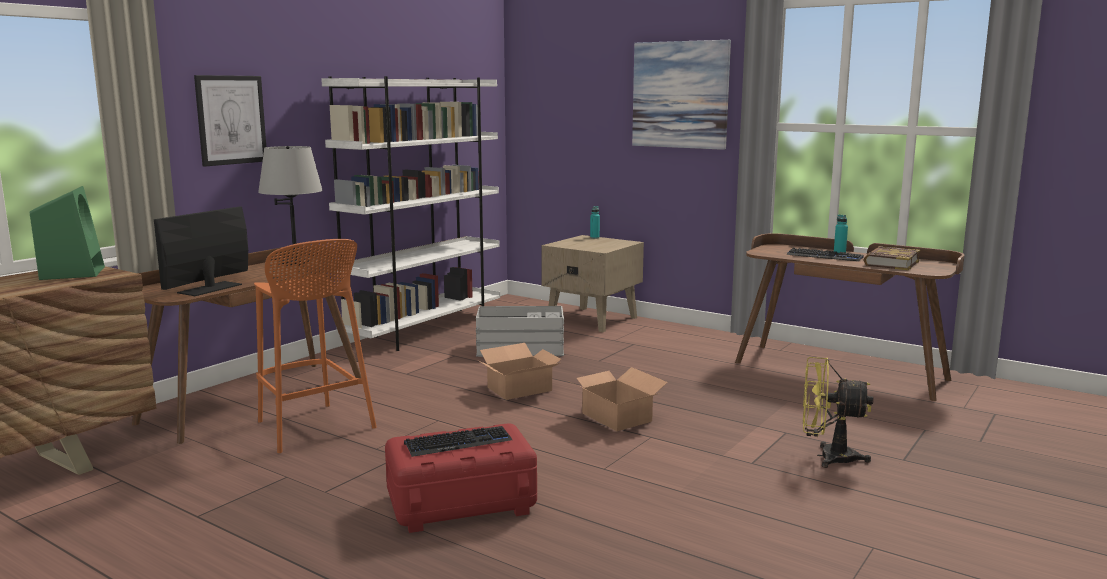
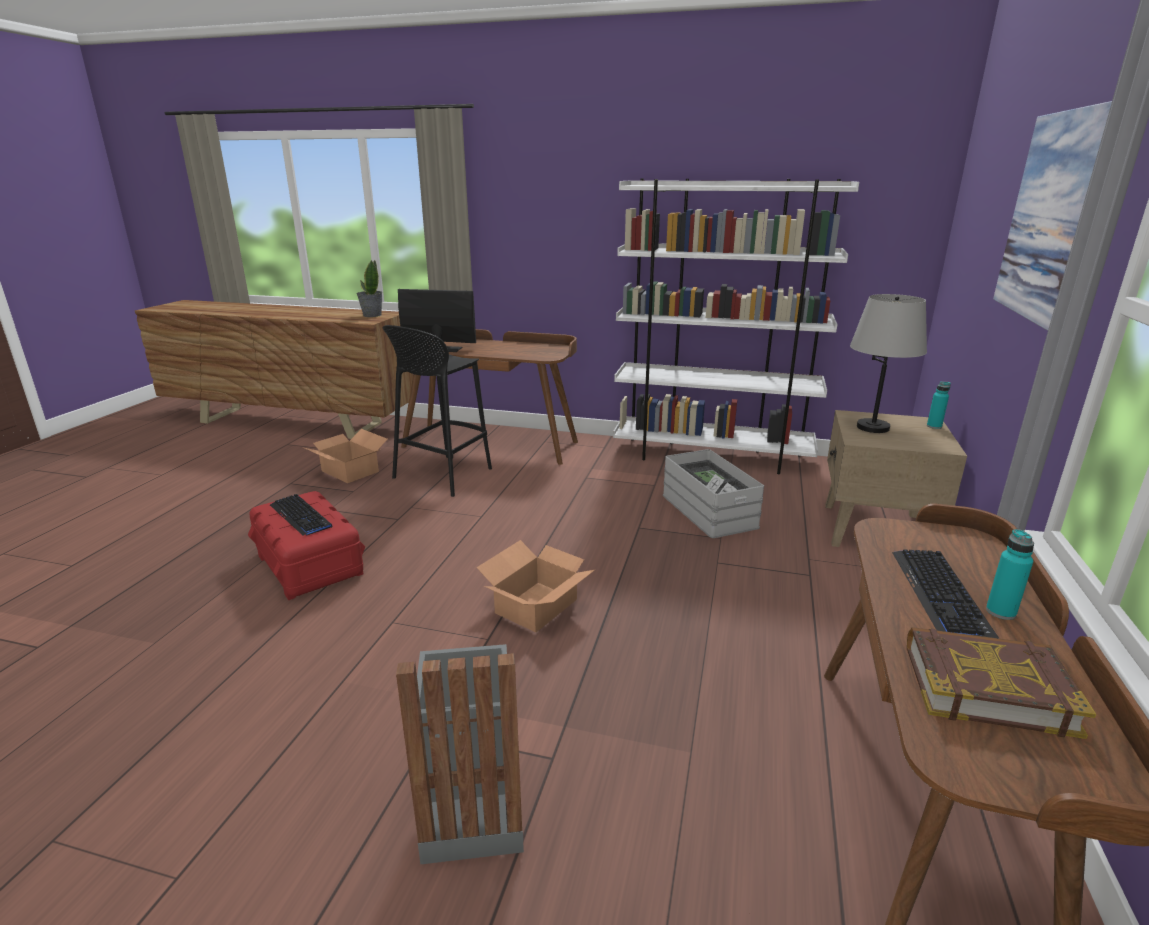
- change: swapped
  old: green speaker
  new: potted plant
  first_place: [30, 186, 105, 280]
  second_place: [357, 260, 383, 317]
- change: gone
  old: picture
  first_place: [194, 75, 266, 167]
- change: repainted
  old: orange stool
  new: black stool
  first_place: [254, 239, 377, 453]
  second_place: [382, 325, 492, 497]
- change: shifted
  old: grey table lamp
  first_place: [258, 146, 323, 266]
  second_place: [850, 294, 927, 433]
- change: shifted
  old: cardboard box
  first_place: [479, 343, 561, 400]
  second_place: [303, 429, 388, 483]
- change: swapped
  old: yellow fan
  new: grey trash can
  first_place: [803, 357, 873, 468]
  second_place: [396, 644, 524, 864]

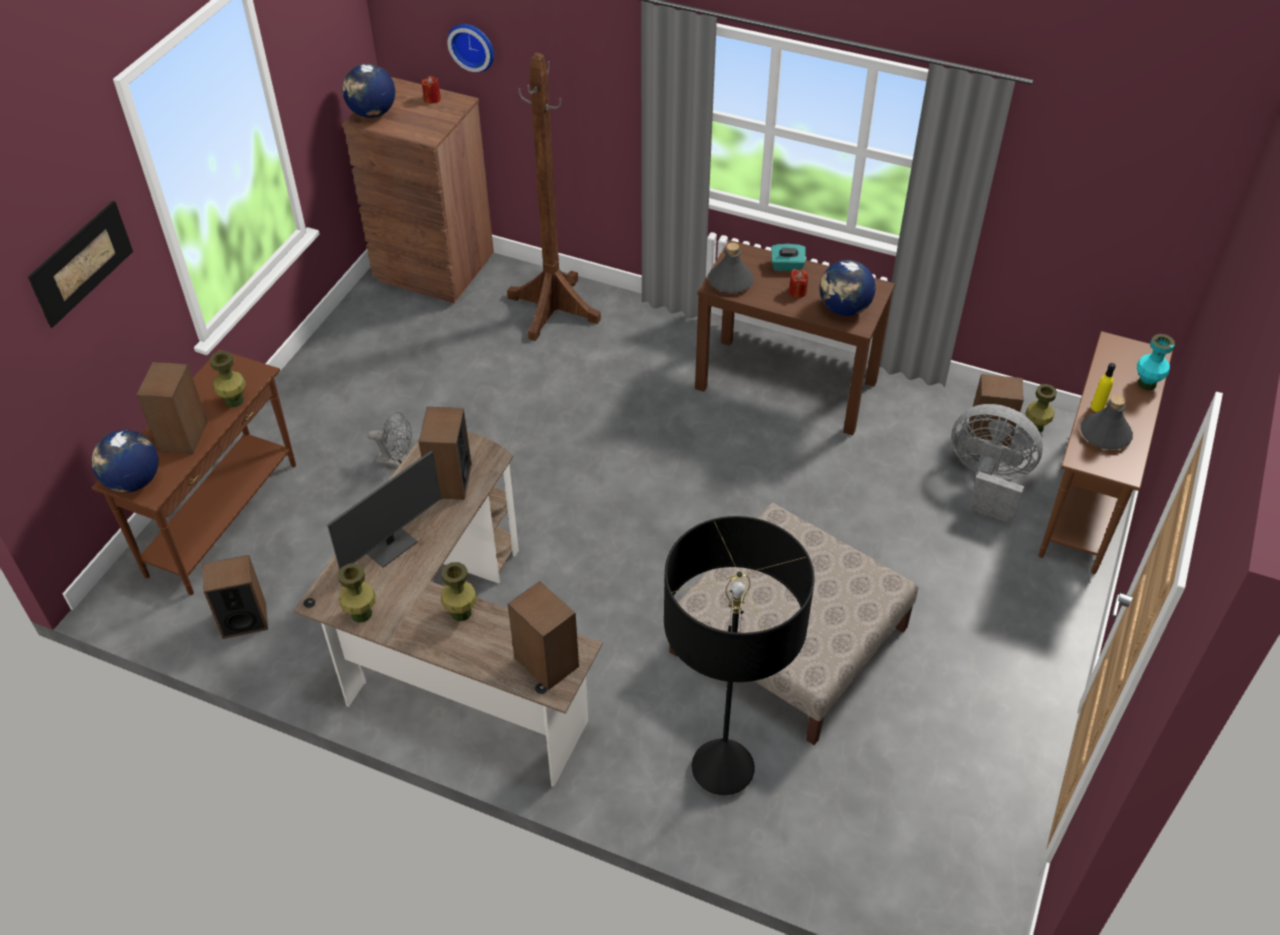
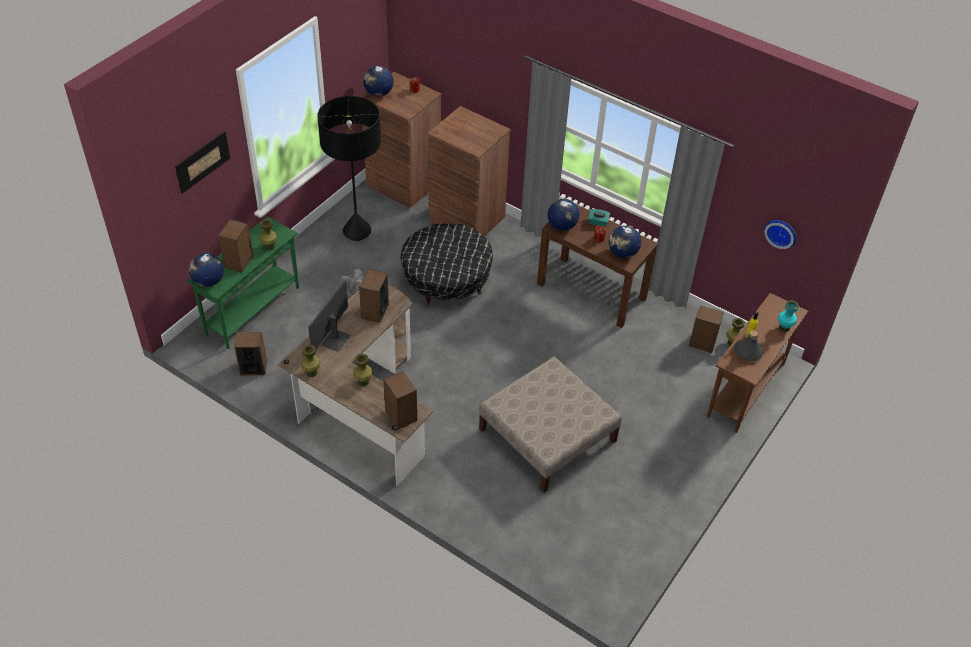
- change: repainted
  old: brown console table
  new: green console table
  first_place: [92, 349, 296, 595]
  second_place: [187, 216, 299, 349]
- change: rotated
  old: monitor
  first_place: [327, 451, 441, 570]
  second_place: [308, 280, 351, 352]
  degrees: 150
- change: shifted
  old: wall clock
  first_place: [447, 24, 494, 72]
  second_place: [764, 220, 796, 249]
- change: swapped
  old: brown clothes rack
  new: brown dresser
  first_place: [507, 52, 601, 341]
  second_place: [427, 106, 511, 237]
- change: shifted
  old: black floor lamp
  first_place: [664, 516, 815, 795]
  second_place: [317, 96, 381, 241]
- change: swapped
  old: grey bottle
  new: globe
  first_place: [708, 243, 754, 294]
  second_place: [548, 199, 579, 231]
- change: gone
  old: grey fan
  first_place: [951, 404, 1043, 524]
- change: new
  new: black ottoman
  second_place: [401, 223, 493, 306]

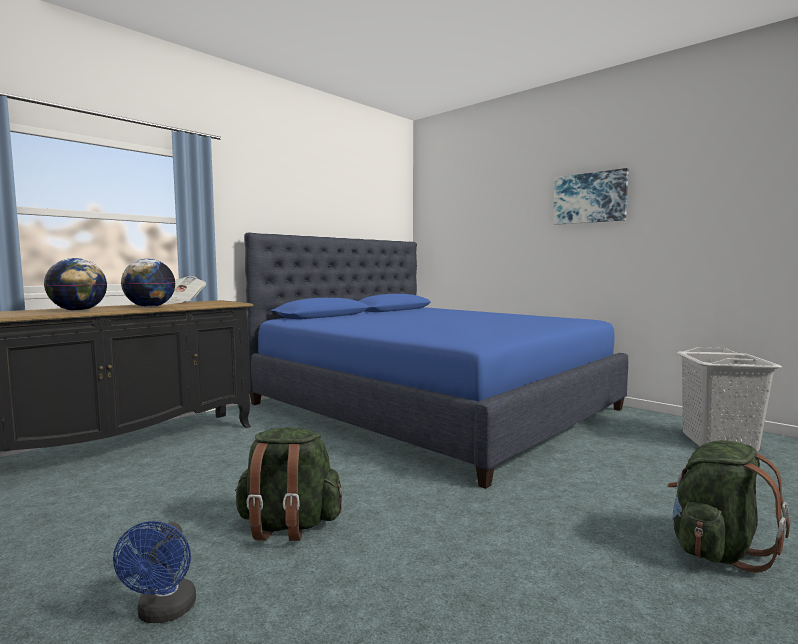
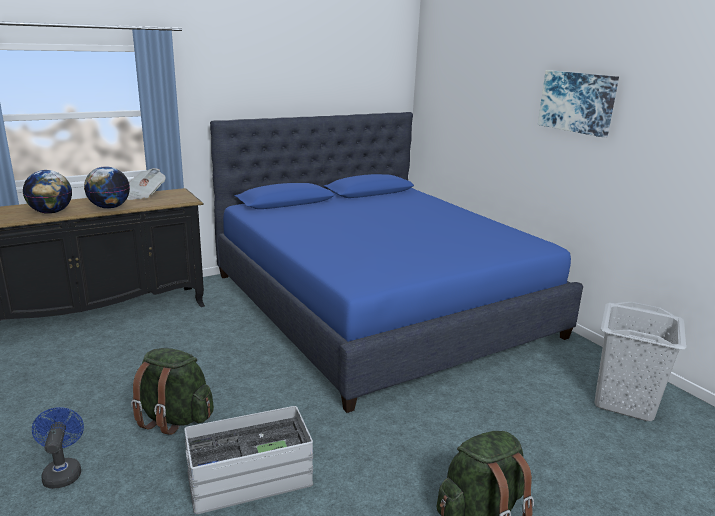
- change: rotated
  old: blue fan
  first_place: [113, 521, 196, 623]
  second_place: [32, 407, 84, 489]
  degrees: 150
- change: new
  new: grey storage box
  second_place: [184, 406, 313, 514]

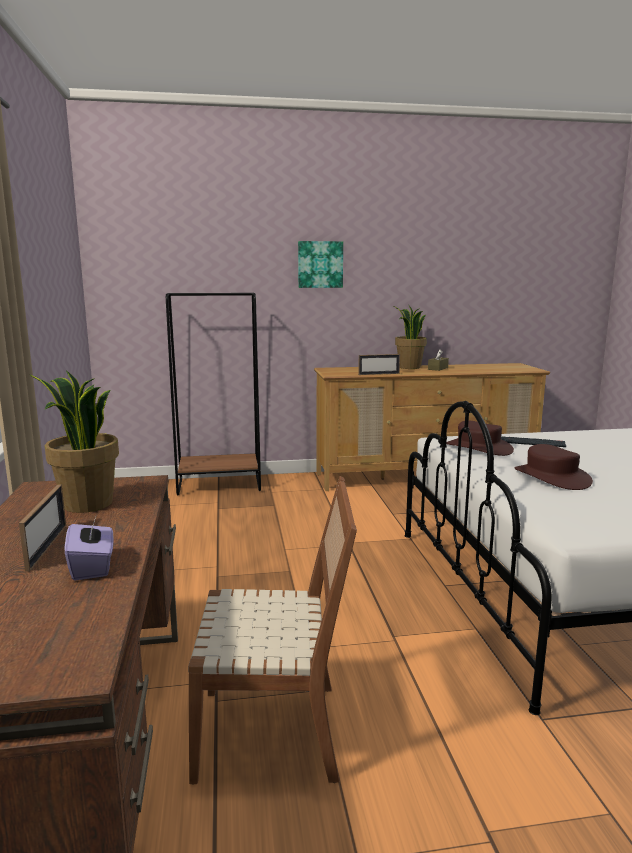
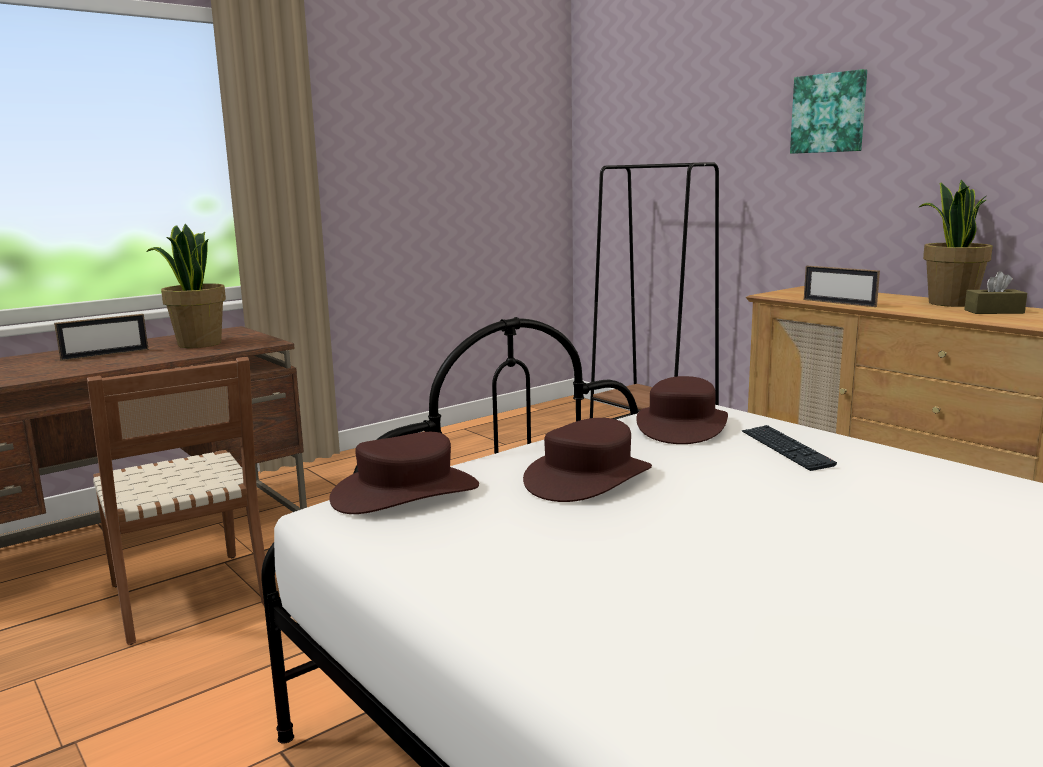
- change: gone
  old: purple tissue box
  first_place: [65, 514, 114, 580]
- change: new
  new: brown hat
  second_place: [329, 432, 479, 514]

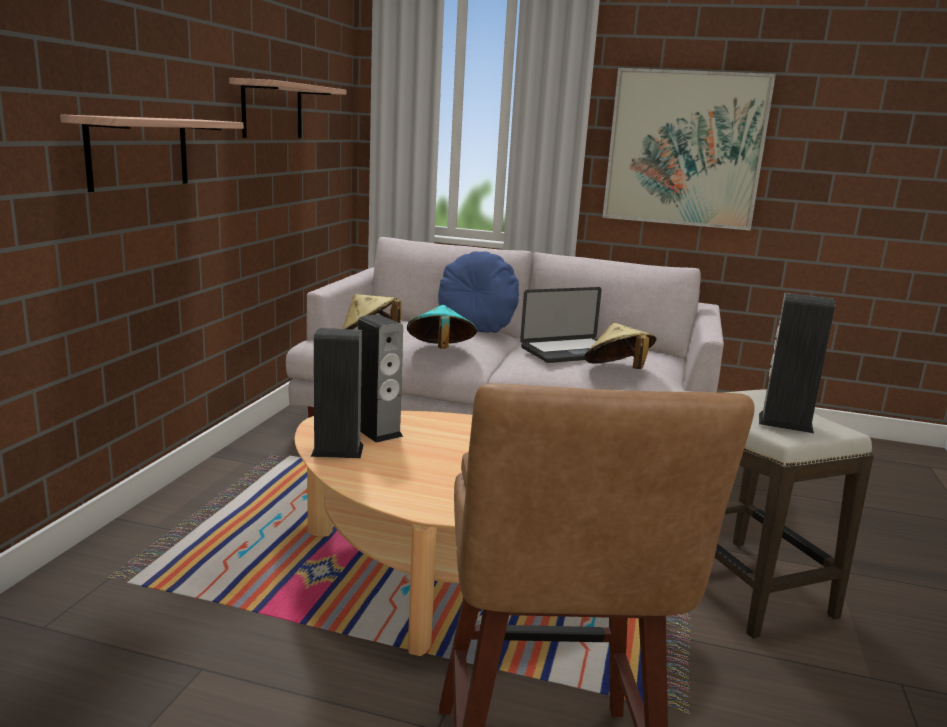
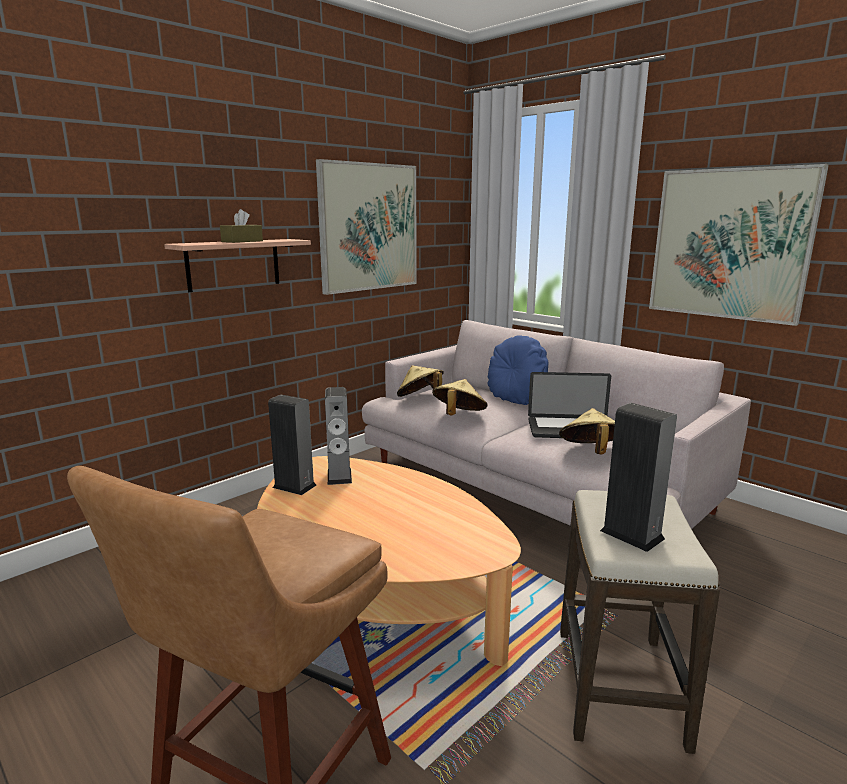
- change: swapped
  old: shelf
  new: picture
  first_place: [229, 78, 346, 138]
  second_place: [316, 159, 417, 295]
- change: repainted
  old: turquoise hat
  new: beige hat
  first_place: [407, 305, 477, 349]
  second_place: [432, 379, 488, 415]
- change: new
  new: brown tissue box
  second_place: [220, 209, 263, 243]

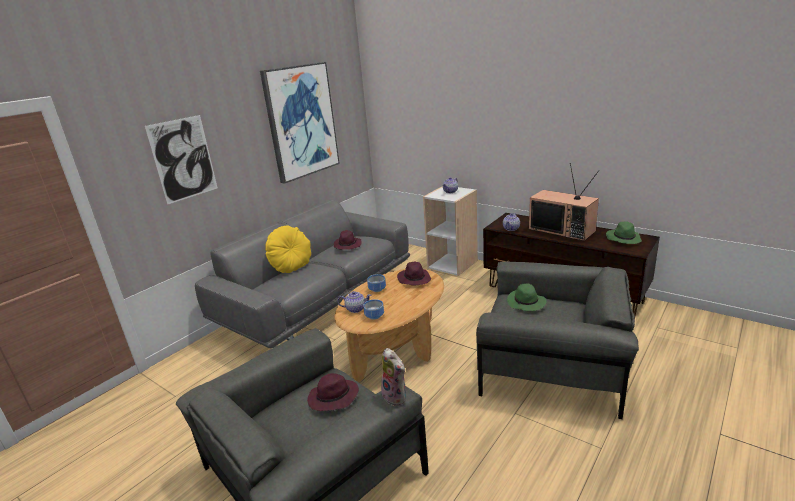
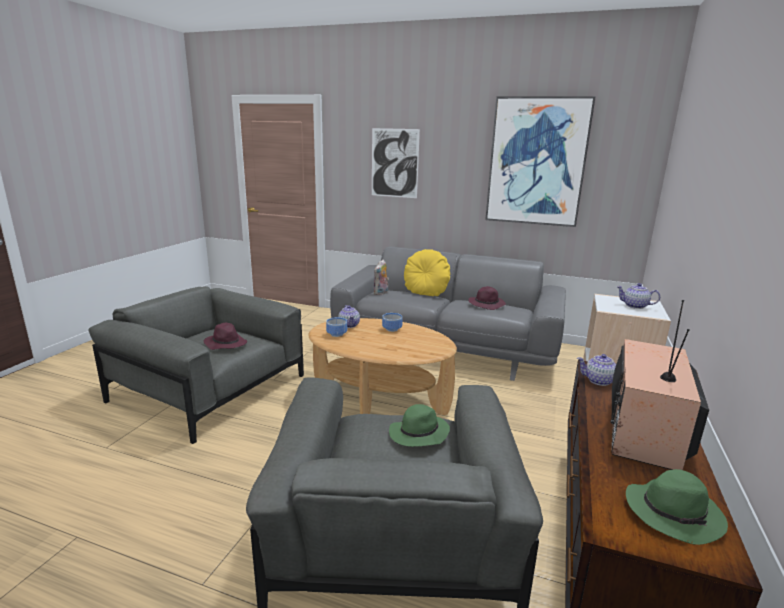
- change: shifted
  old: plush toy
  first_place: [381, 348, 406, 406]
  second_place: [373, 260, 389, 295]
- change: gone
  old: purple hat
  first_place: [397, 262, 431, 285]

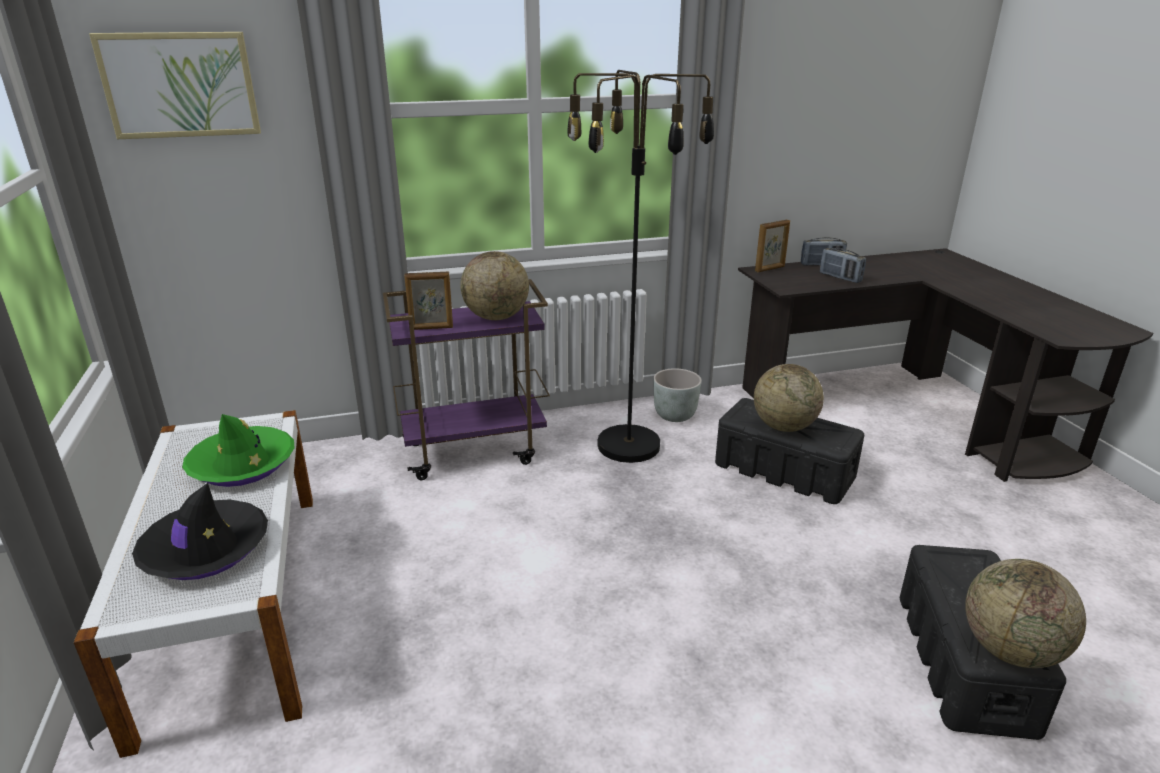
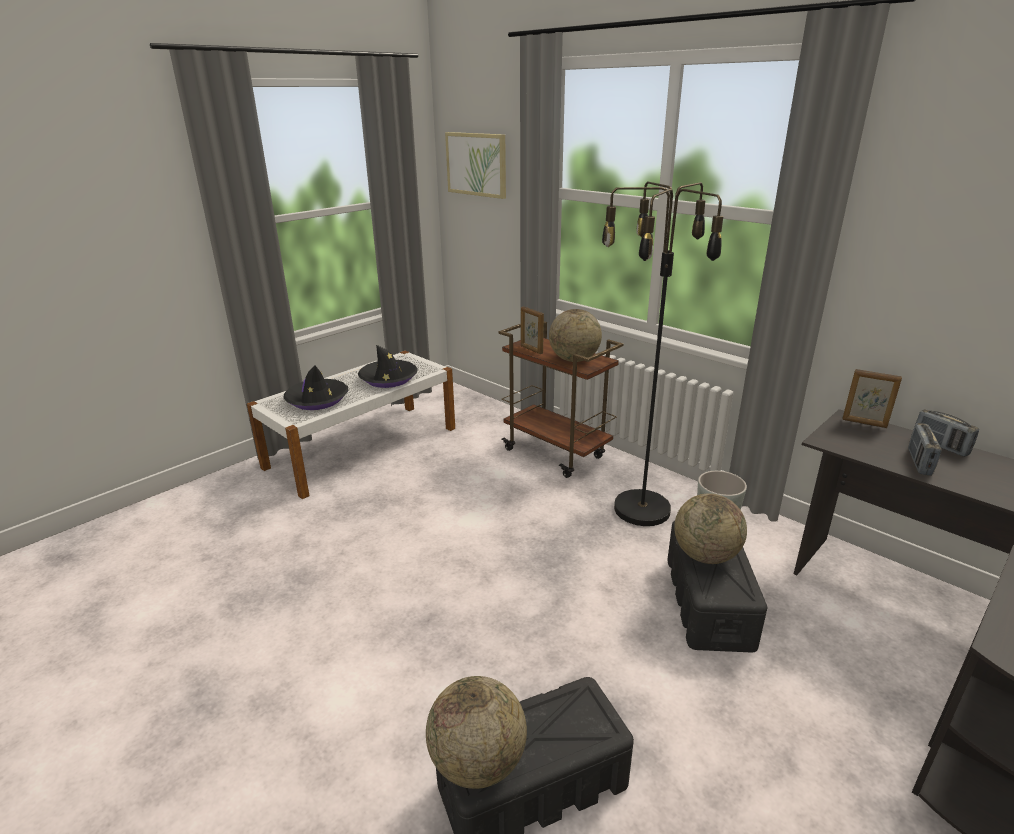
- change: repainted
  old: green hat
  new: black hat
  first_place: [182, 414, 295, 487]
  second_place: [358, 345, 418, 388]
- change: repainted
  old: purple cart
  new: brown cart
  first_place: [383, 279, 550, 480]
  second_place: [499, 321, 623, 478]

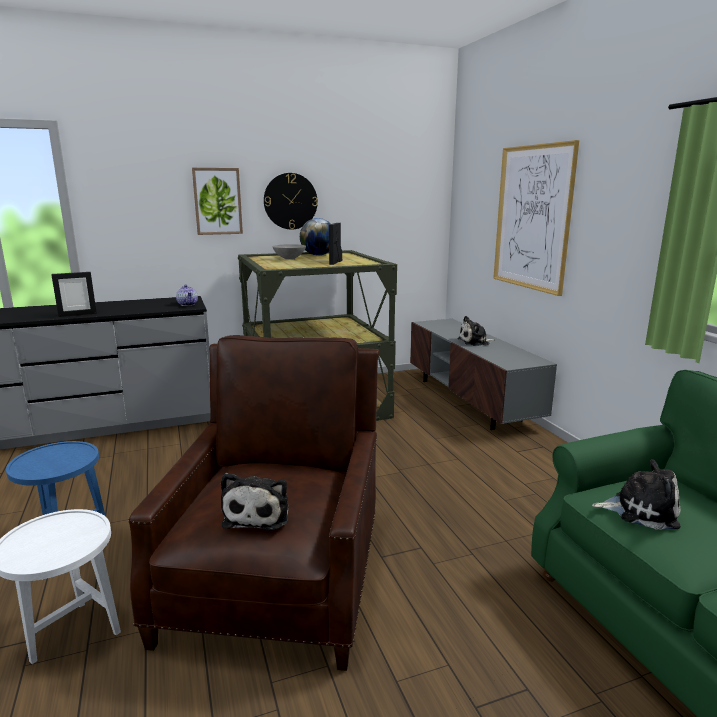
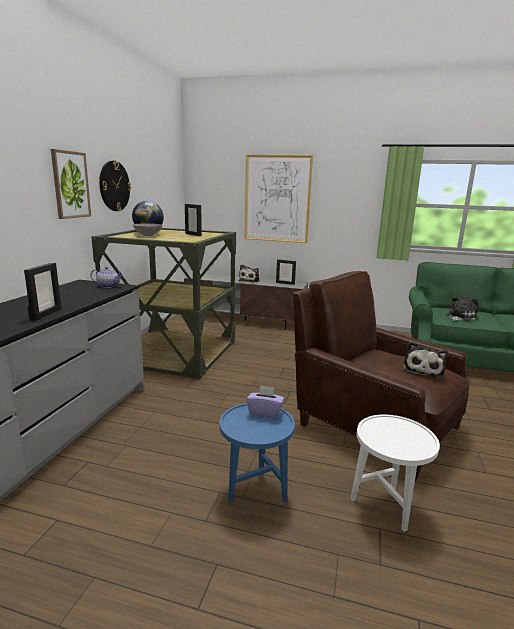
- change: rotated
  old: plush toy
  first_place: [221, 473, 288, 531]
  second_place: [404, 341, 448, 378]
  degrees: 75
- change: new
  new: purple tissue box
  second_place: [246, 385, 284, 418]
- change: new
  new: picture frame
  second_place: [276, 259, 296, 285]

